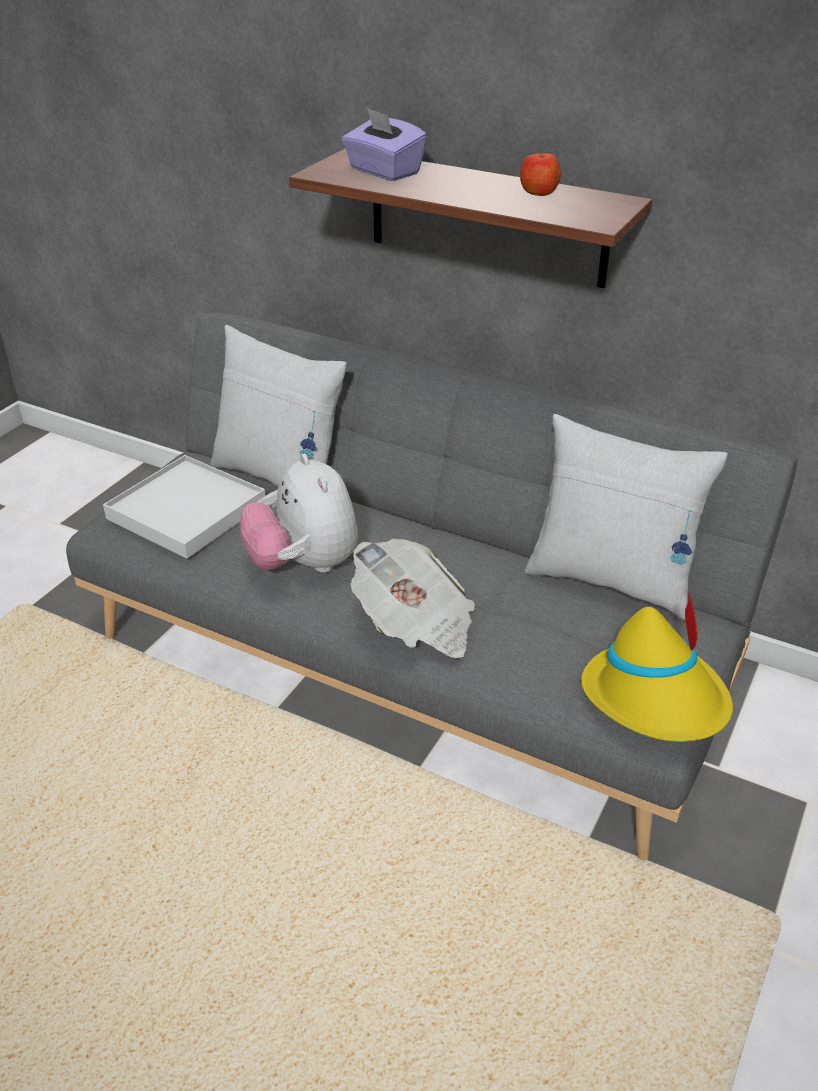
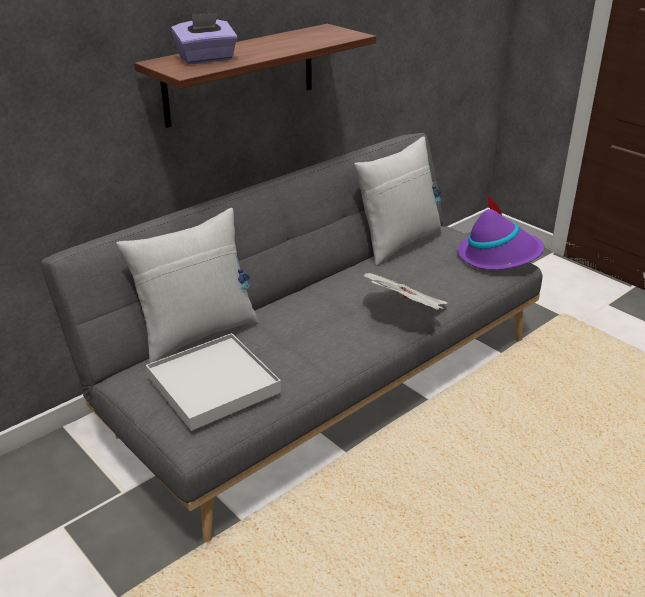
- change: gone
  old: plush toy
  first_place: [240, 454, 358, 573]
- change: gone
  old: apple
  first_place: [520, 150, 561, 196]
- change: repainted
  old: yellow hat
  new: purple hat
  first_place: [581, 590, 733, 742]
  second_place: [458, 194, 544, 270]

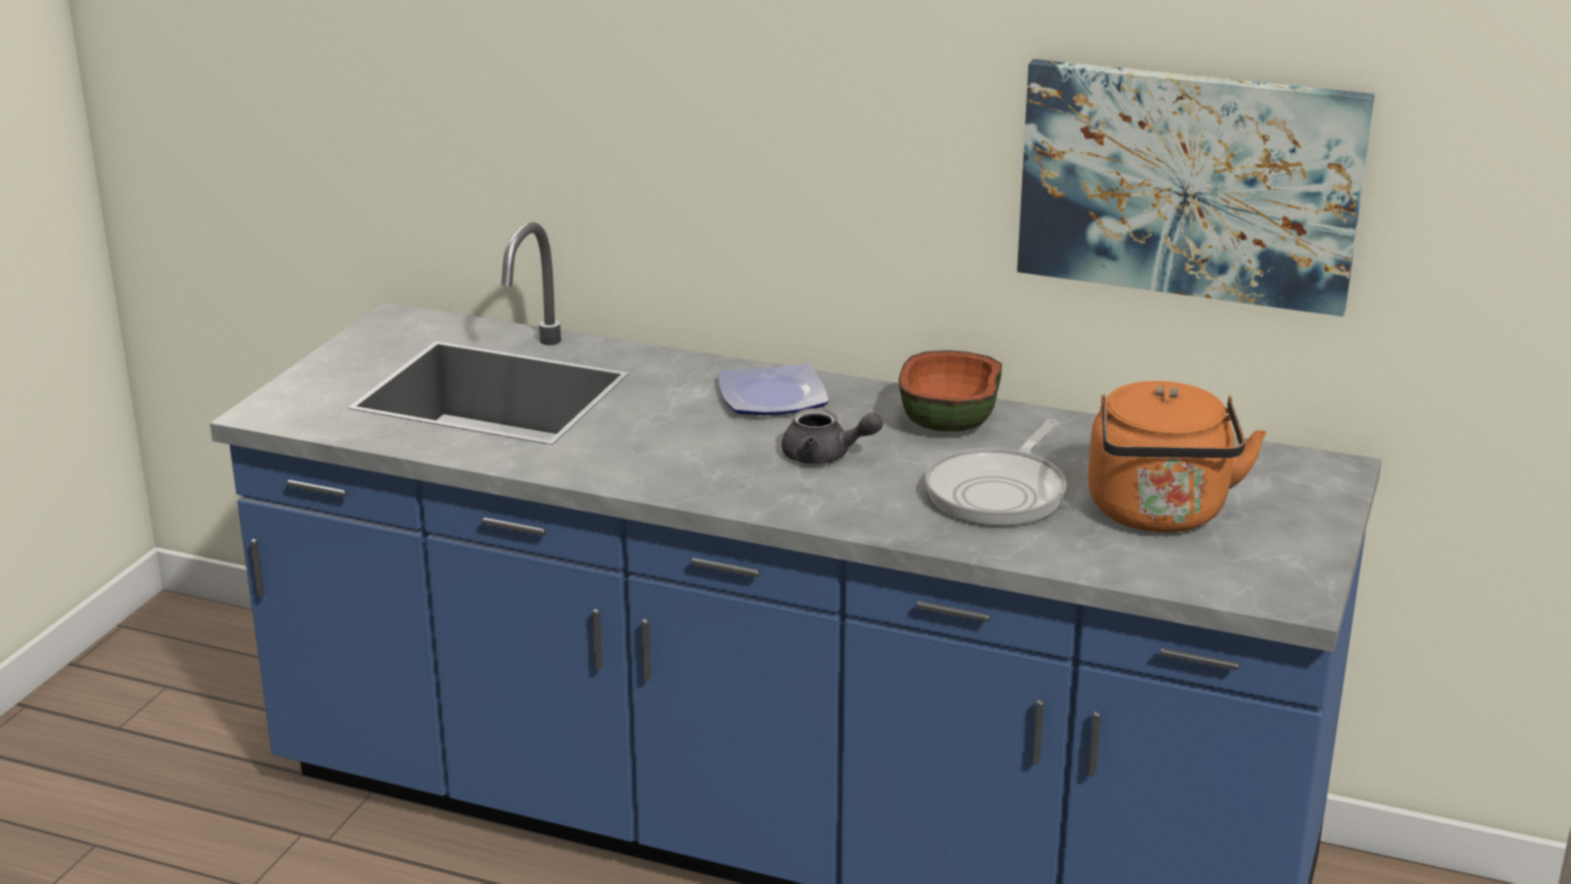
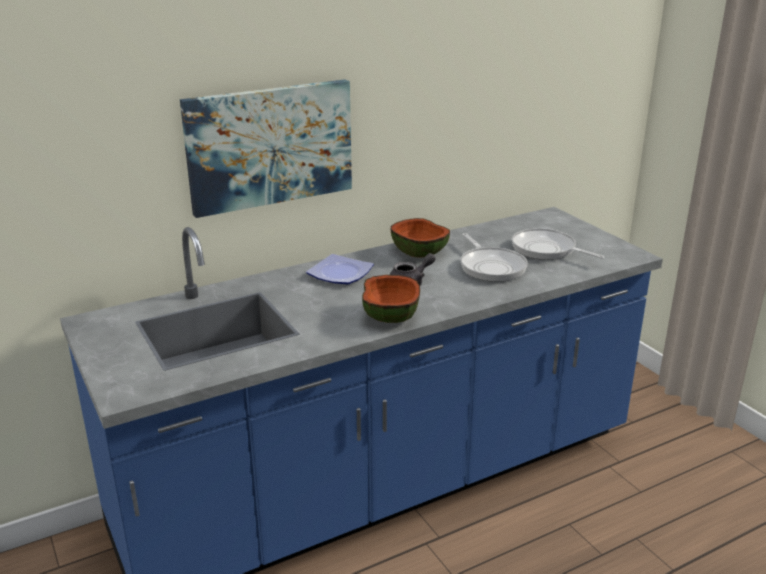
- change: shifted
  old: picture
  first_place: [1017, 59, 1375, 317]
  second_place: [180, 79, 352, 218]
- change: swapped
  old: orange kettle
  new: frying pan
  first_place: [1088, 381, 1266, 532]
  second_place: [511, 228, 604, 260]
- change: new
  new: bowl
  second_place: [362, 275, 420, 323]

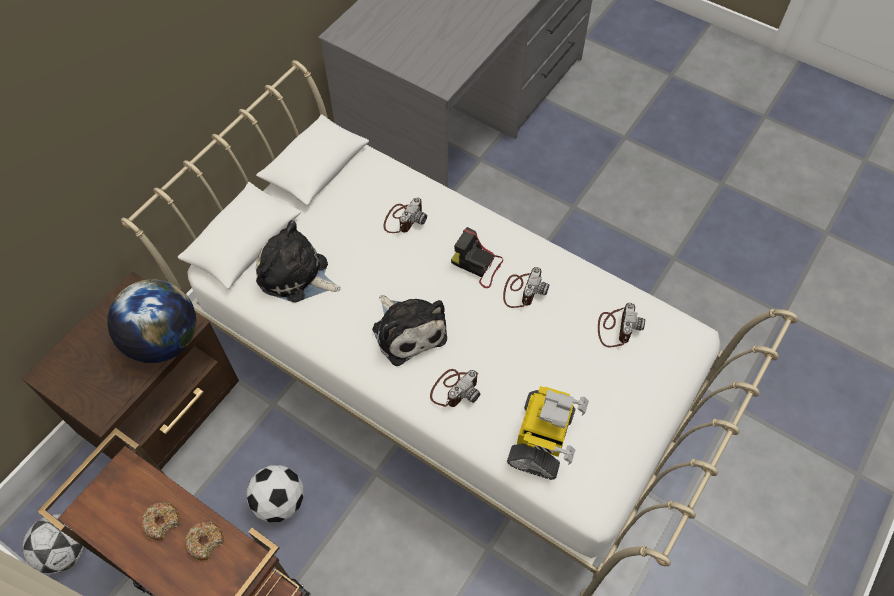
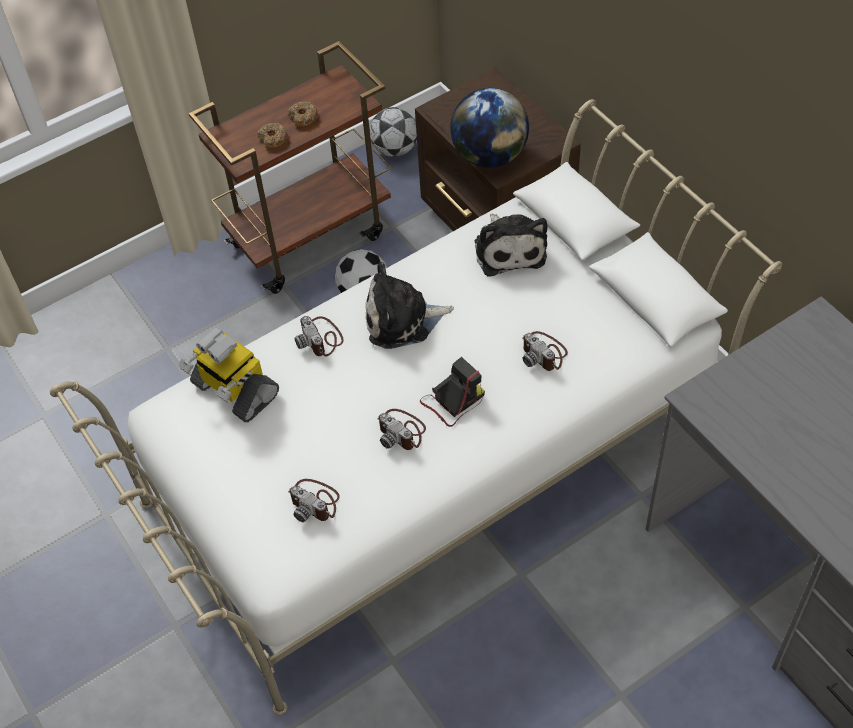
- change: rotated
  old: plush toy
  first_place: [256, 220, 341, 303]
  second_place: [474, 214, 547, 276]
  degrees: 120

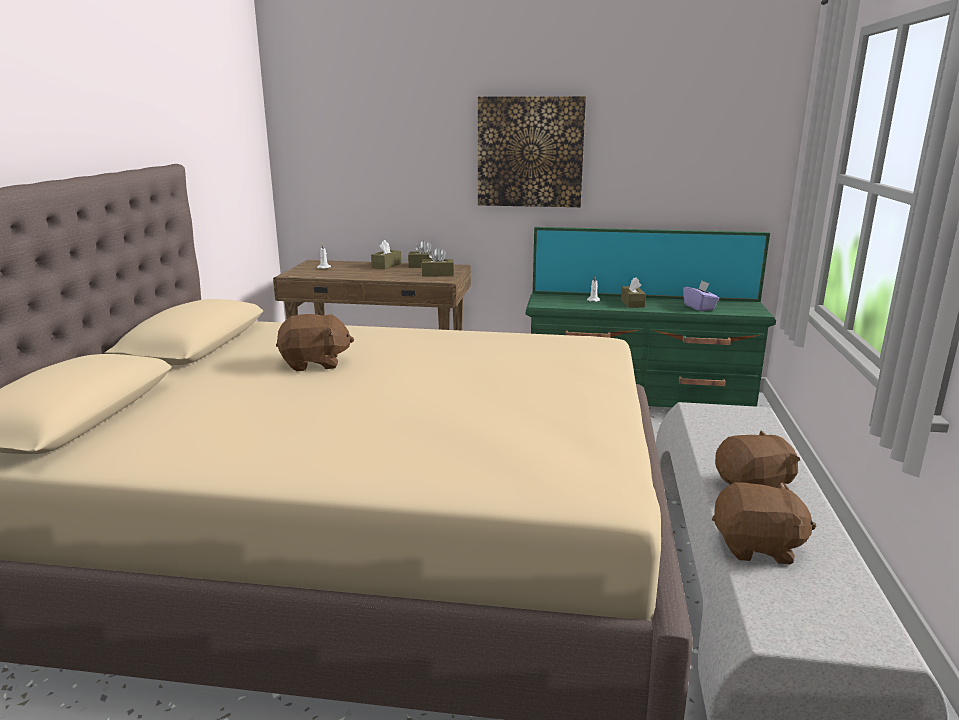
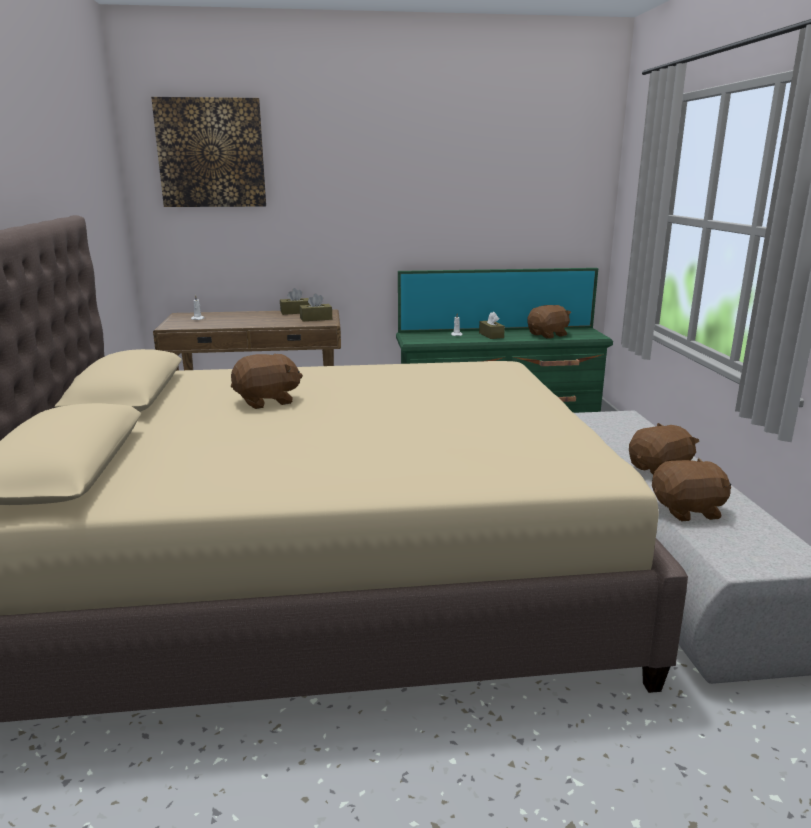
- change: gone
  old: brown tissue box
  first_place: [371, 240, 402, 269]
- change: shifted
  old: picture
  first_place: [478, 96, 586, 207]
  second_place: [151, 97, 266, 207]
- change: swapped
  old: purple tissue box
  new: brown plush toy
  first_place: [683, 281, 719, 311]
  second_place: [527, 305, 571, 339]

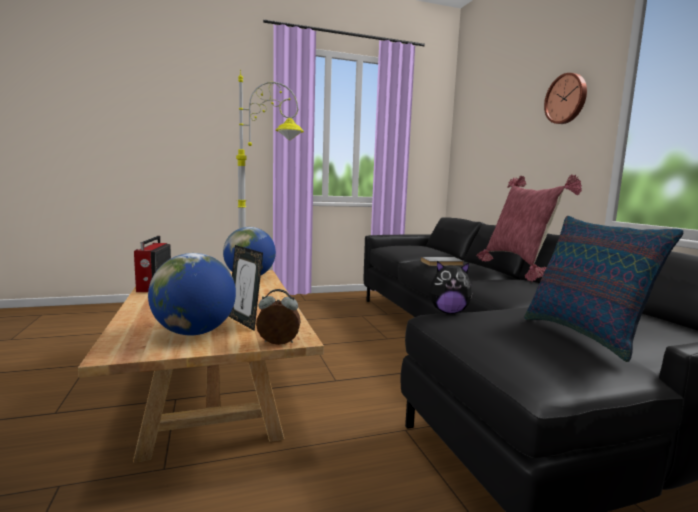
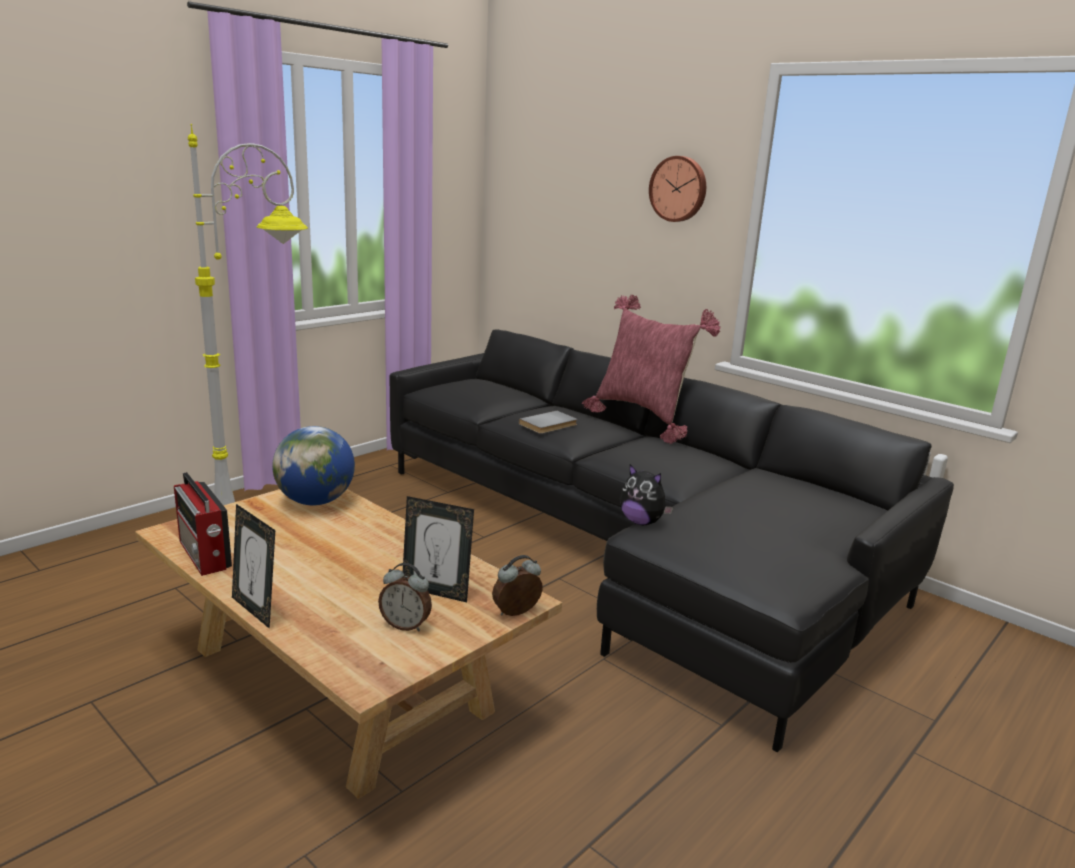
- change: swapped
  old: globe
  new: alarm clock
  first_place: [148, 253, 236, 336]
  second_place: [378, 563, 432, 631]
- change: rotated
  old: plush toy
  first_place: [429, 261, 473, 314]
  second_place: [620, 464, 673, 525]
  degrees: 60
- change: gone
  old: blue pillow
  first_place: [524, 216, 683, 362]
- change: new
  new: picture frame
  second_place: [232, 504, 275, 629]

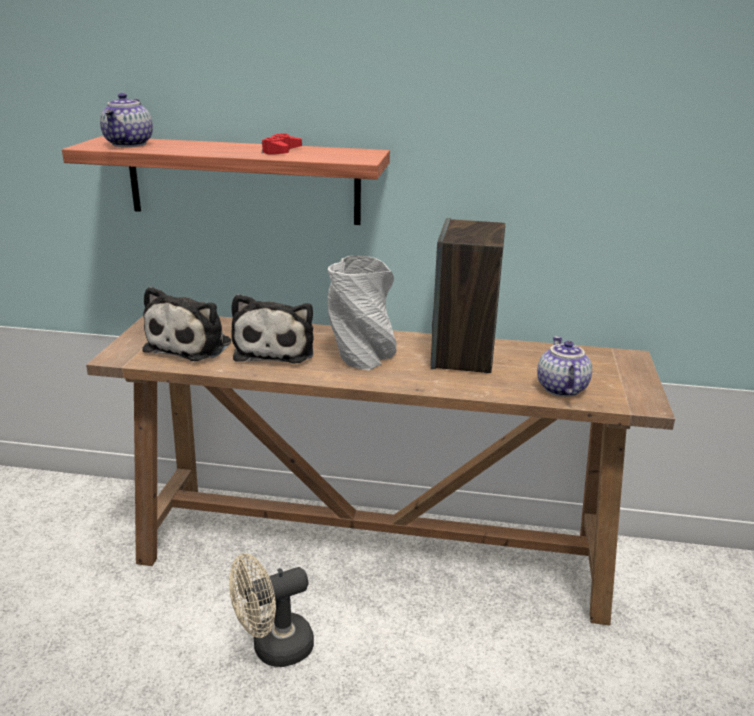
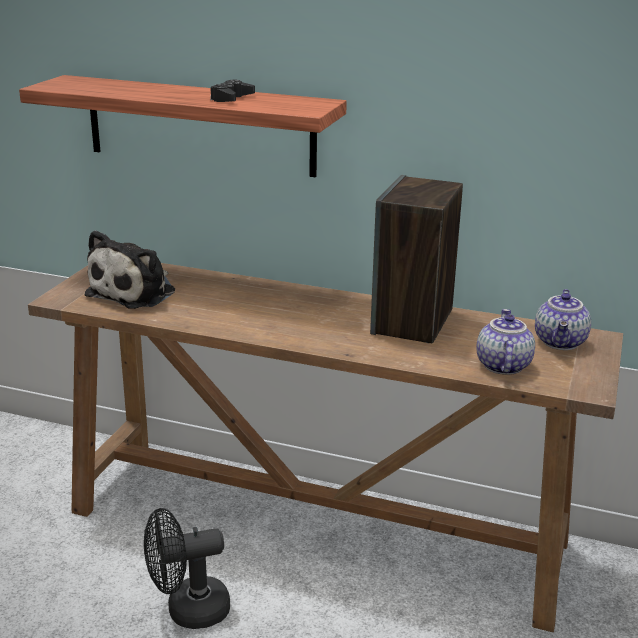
- change: shifted
  old: teapot
  first_place: [100, 93, 153, 147]
  second_place: [535, 289, 591, 350]
- change: repainted
  old: beige fan
  new: black fan
  first_place: [229, 554, 314, 667]
  second_place: [144, 508, 230, 629]
- change: gone
  old: plush toy
  first_place: [231, 294, 314, 364]
- change: repainted
  old: red game controller
  new: black game controller
  first_place: [262, 133, 302, 155]
  second_place: [210, 80, 255, 102]
- change: gone
  old: grey vase
  first_place: [328, 256, 397, 371]

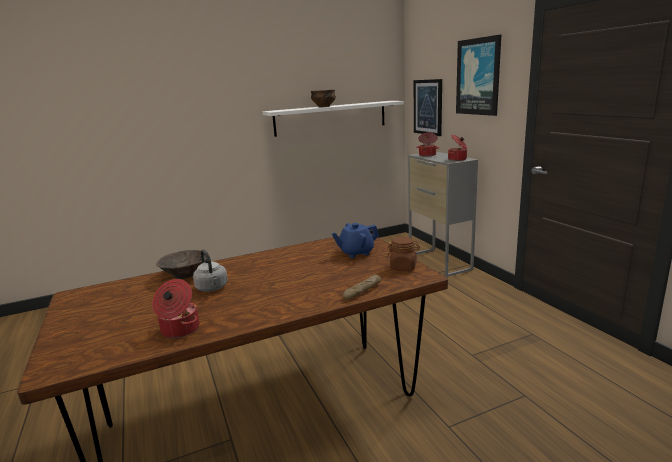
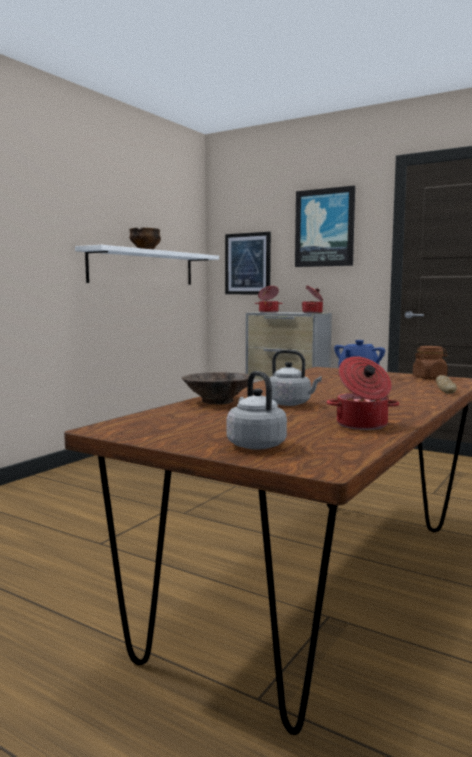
- change: new
  new: grey kettle
  second_place: [227, 371, 287, 450]

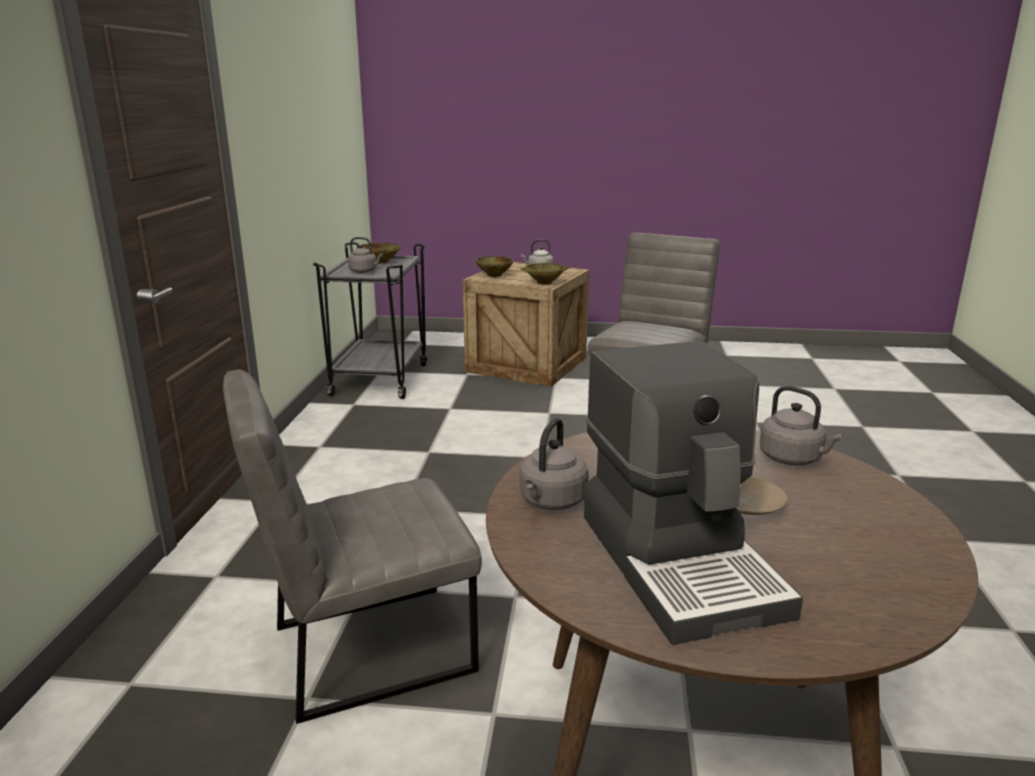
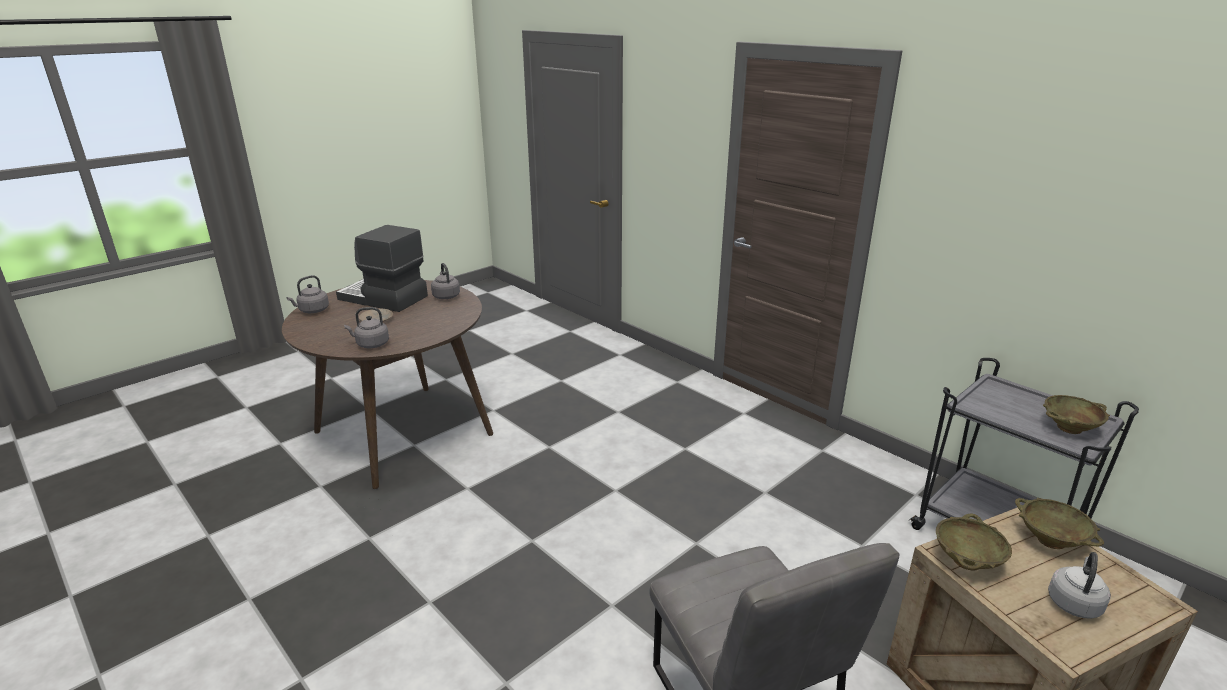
- change: gone
  old: grey chair
  first_place: [223, 369, 482, 724]
- change: shifted
  old: grey kettle
  first_place: [348, 237, 383, 273]
  second_place: [286, 275, 329, 313]

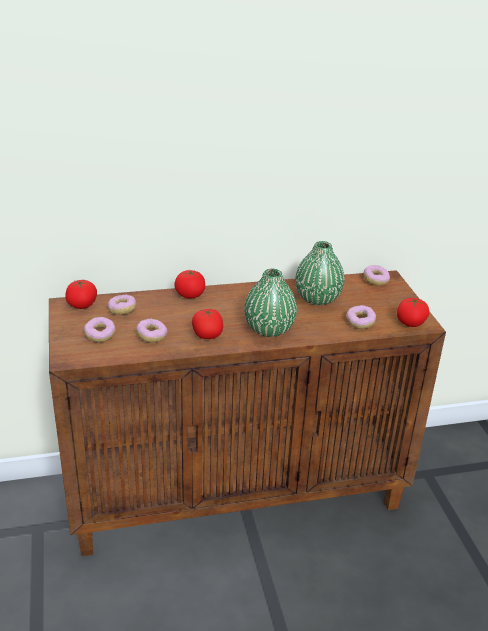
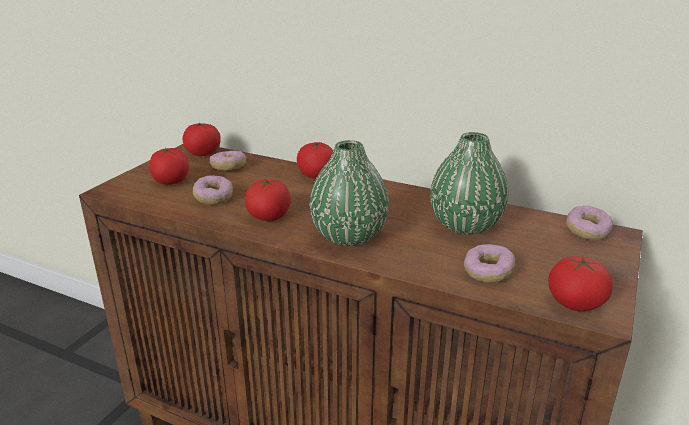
- change: swapped
  old: donut
  new: tomato
  first_place: [84, 317, 116, 342]
  second_place: [149, 148, 189, 185]

